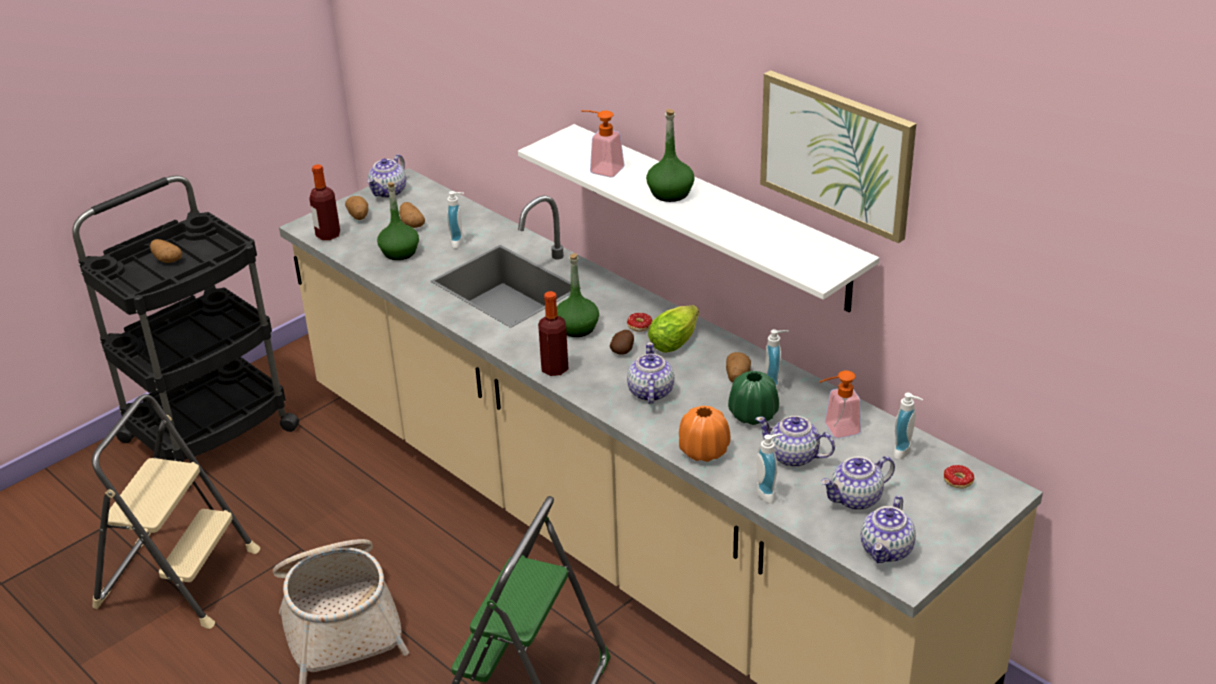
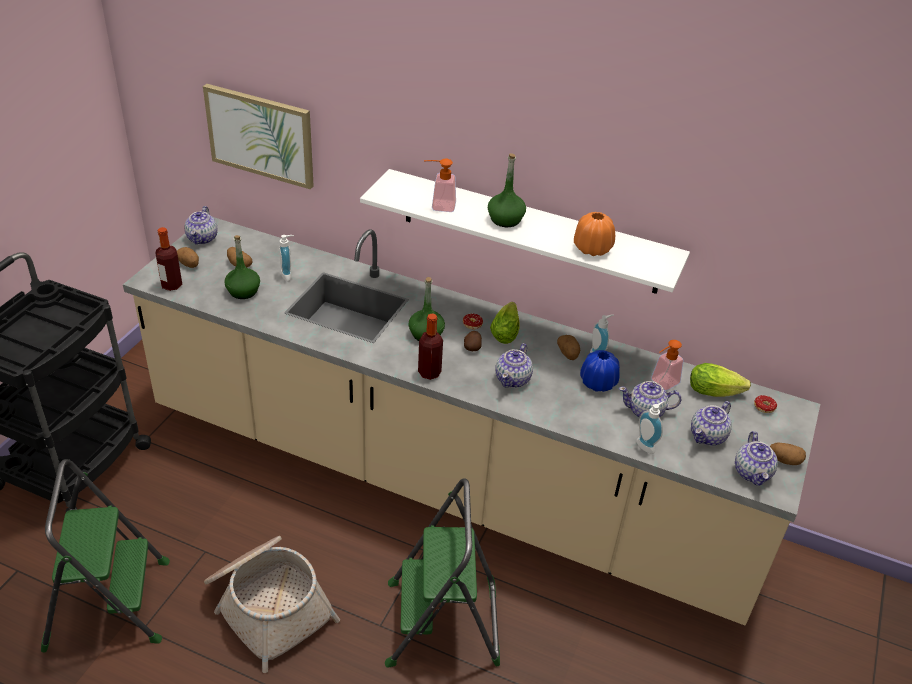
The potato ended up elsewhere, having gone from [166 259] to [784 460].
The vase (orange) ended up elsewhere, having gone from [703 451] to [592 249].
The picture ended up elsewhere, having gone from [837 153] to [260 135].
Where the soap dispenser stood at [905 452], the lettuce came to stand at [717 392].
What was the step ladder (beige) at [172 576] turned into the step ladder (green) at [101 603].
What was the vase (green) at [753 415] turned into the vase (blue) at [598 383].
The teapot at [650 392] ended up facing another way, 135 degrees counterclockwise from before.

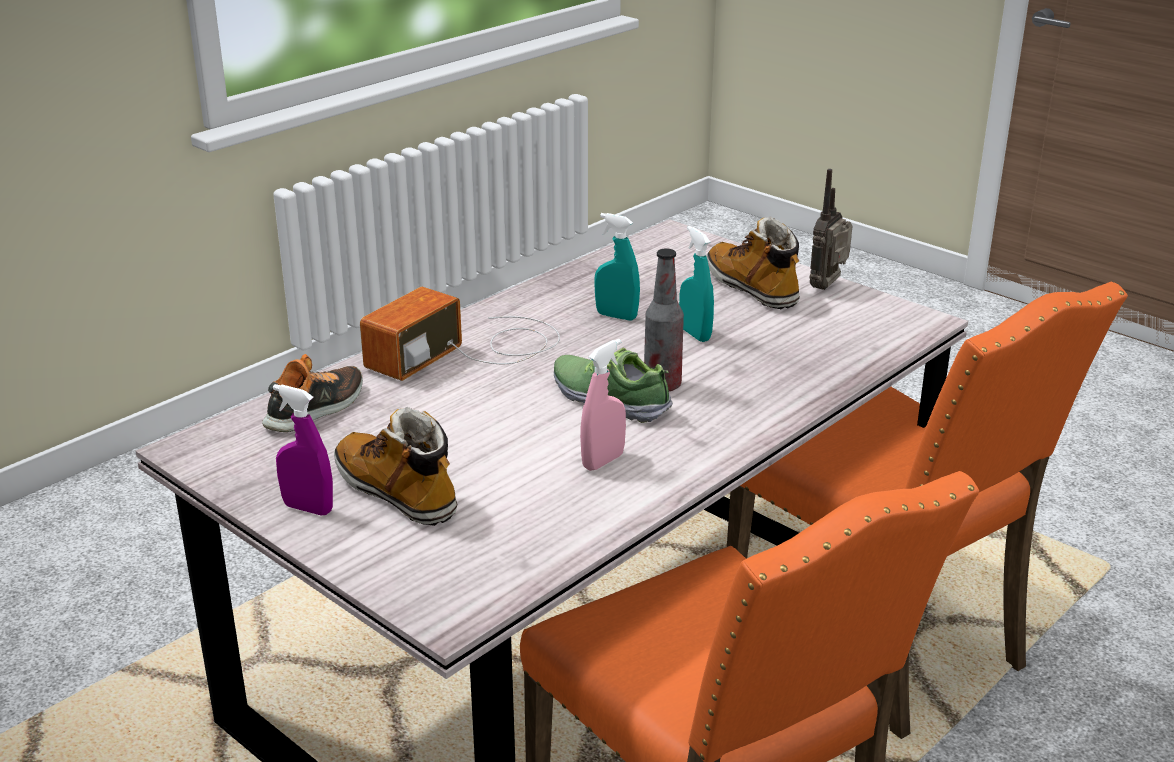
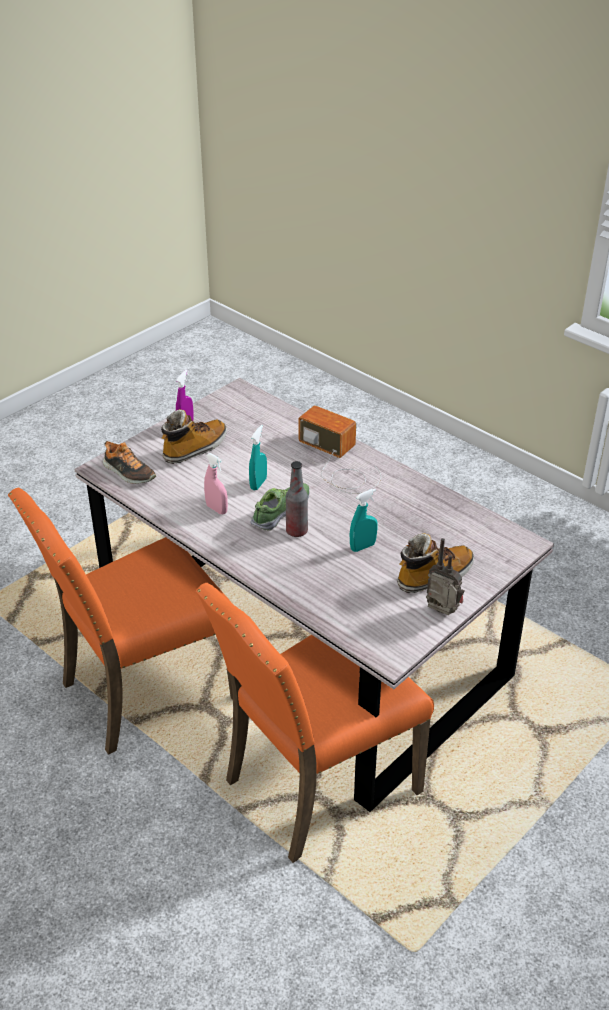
The shoe ended up elsewhere, having gone from [316 409] to [128 473].
The spray bottle (turquoise) ended up elsewhere, having gone from [616 316] to [258 484].

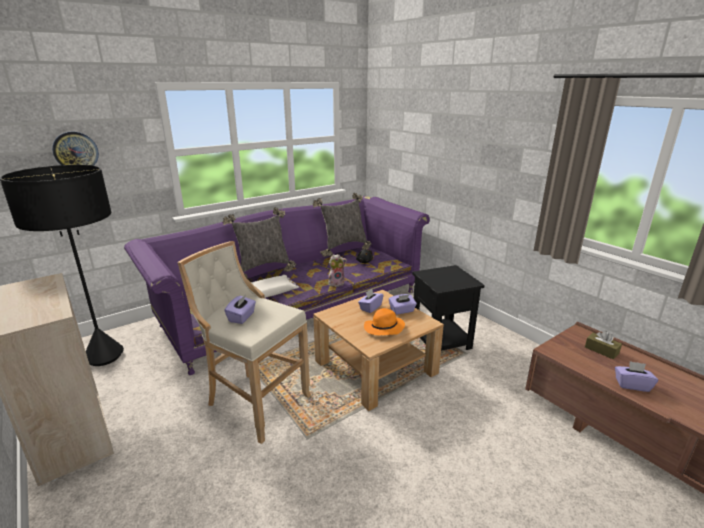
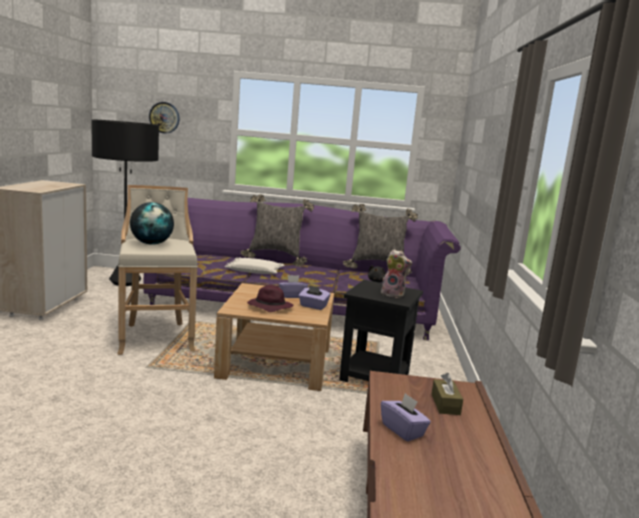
The plush toy ended up elsewhere, having gone from [336 283] to [393 294].
Where the tissue box (purple) stood at [242 317], the globe came to stand at [151 244].
What was the hat (orange) at [383 328] turned into the hat (purple) at [269 307].

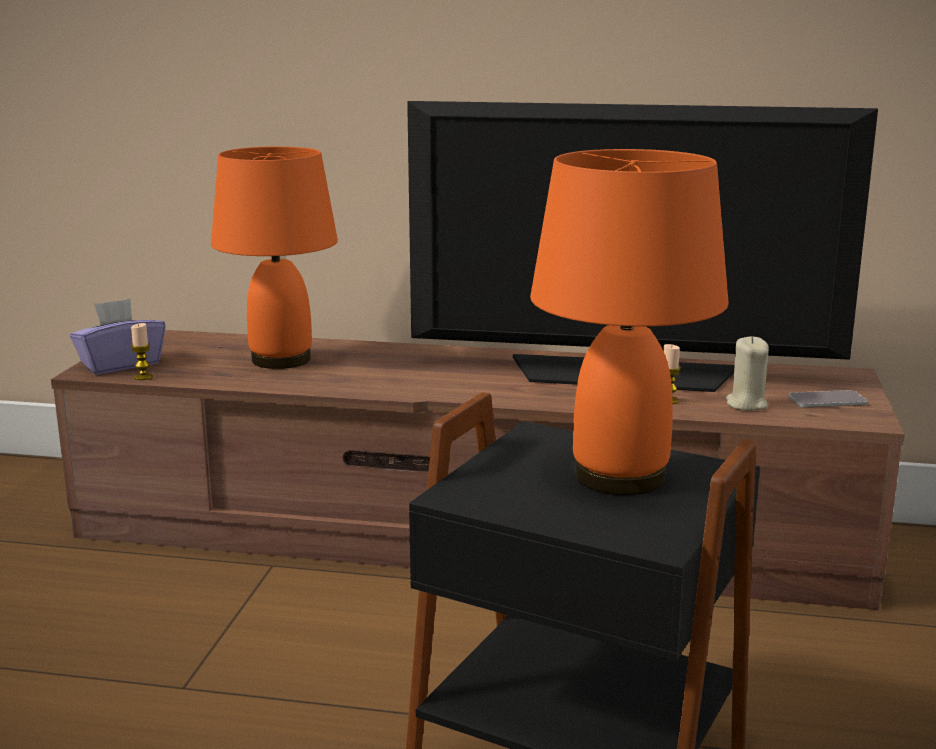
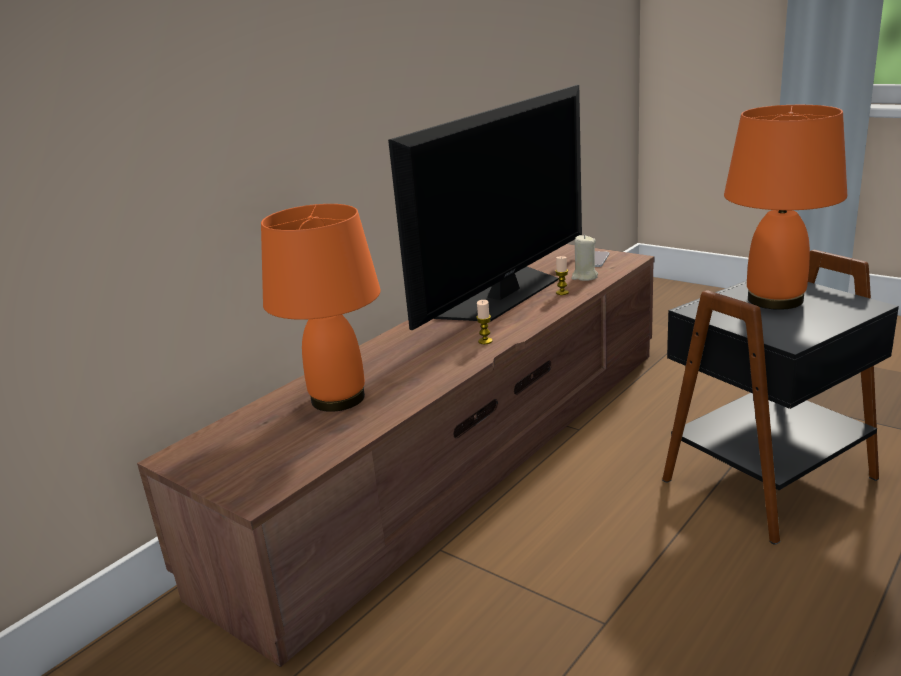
The second view lost the tissue box (purple) at [120 364].
The candle ended up elsewhere, having gone from [143 377] to [485 341].

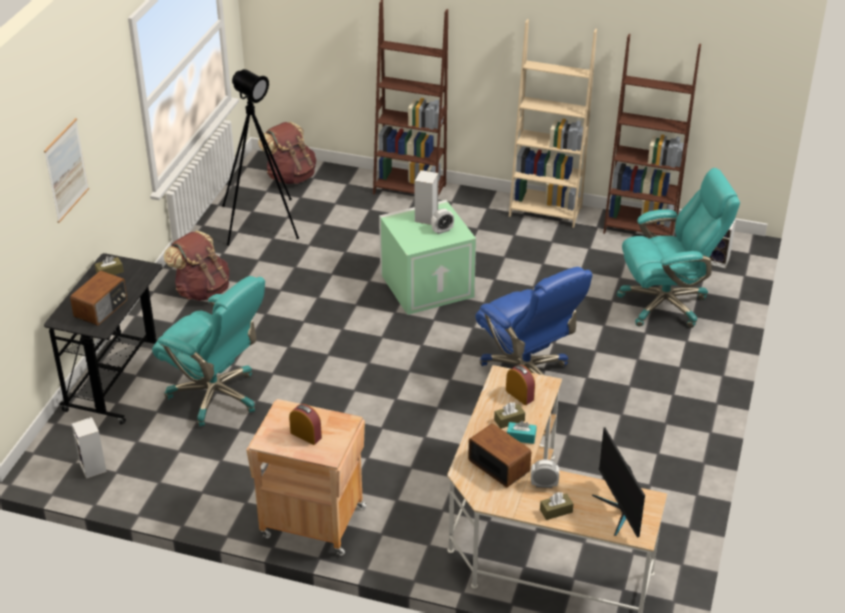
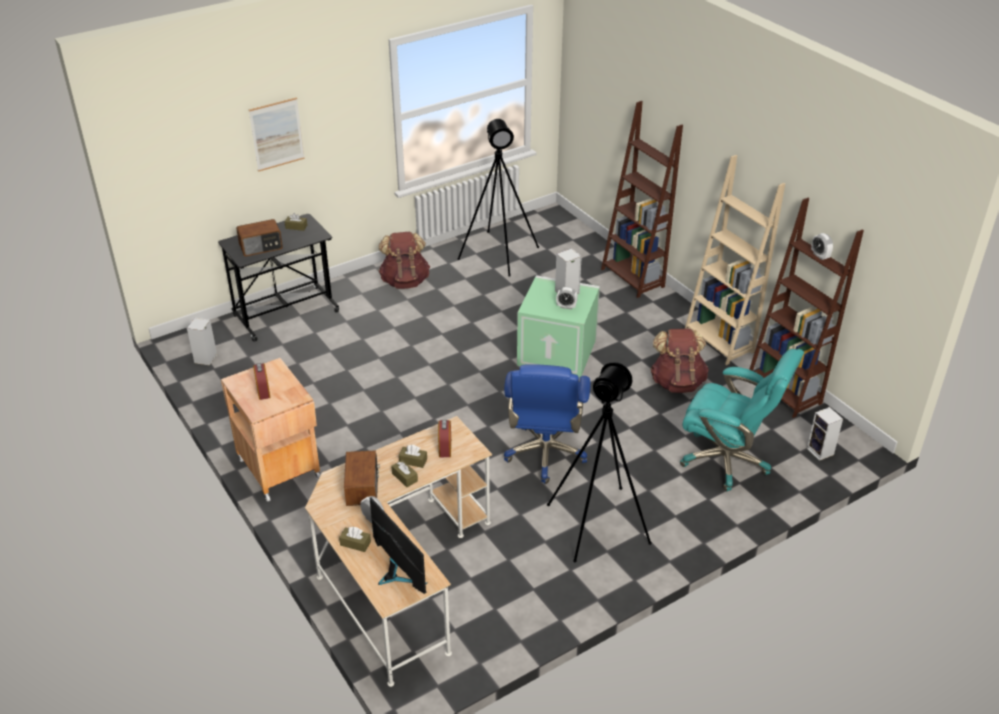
The second view lost the office chair (turquoise) at [216 398].
The second view gained the floor lamp (black) at [598 524].
The second view gained the alarm clock at [820 256].
The backpack (brown) ended up elsewhere, having gone from [290 176] to [677 382].
What was the tissue box (turquoise) at [521 437] turned into the tissue box (brown) at [404 477].
The monitor at [619 511] ended up facing another way, 120 degrees clockwise from before.

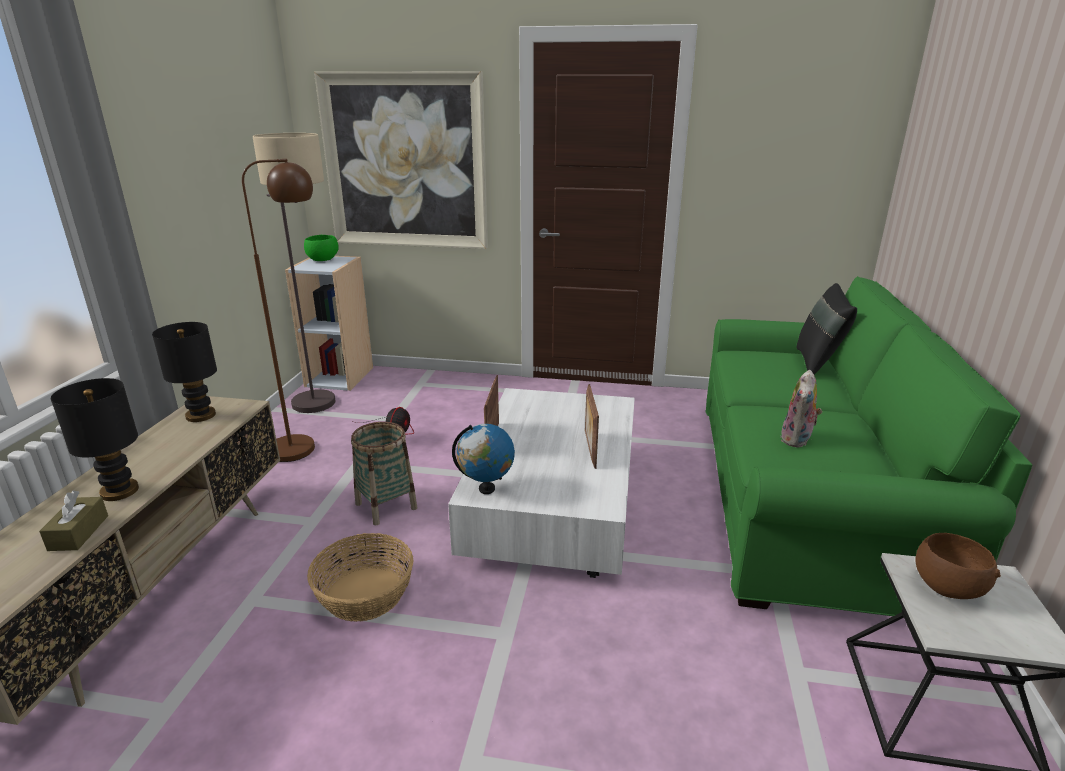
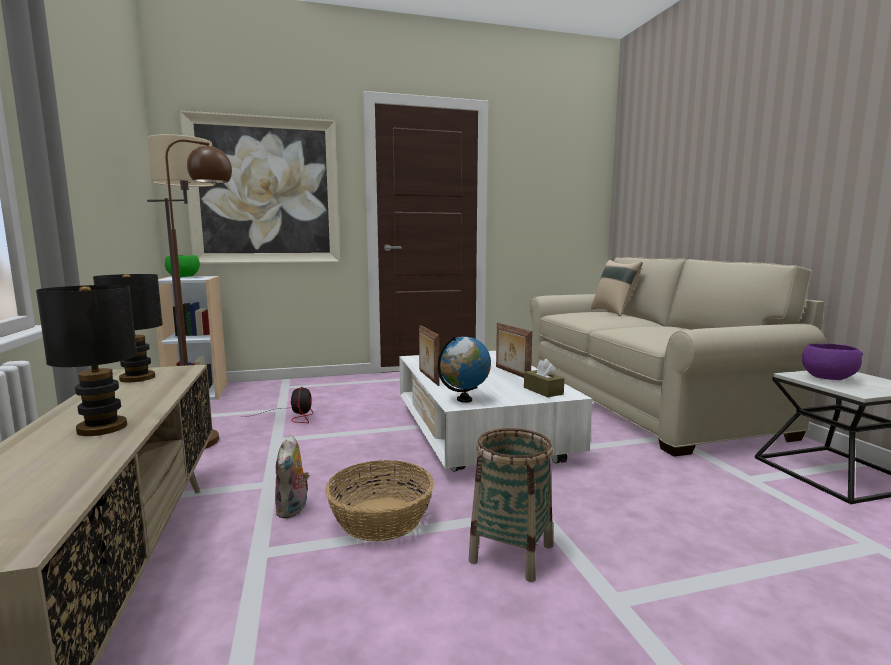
The tissue box (brown) ended up elsewhere, having gone from [78 533] to [543 391].
The basket ended up elsewhere, having gone from [386 506] to [511 553].
The plush toy ended up elsewhere, having gone from [797 440] to [293 510].
What was the sofa (green) at [804 500] turned into the sofa (beige) at [641 401].
What was the pillow (black) at [818 363] turned into the pillow (beige) at [614 312].
What was the bowl (brown) at [945 587] turned into the bowl (purple) at [827 378].

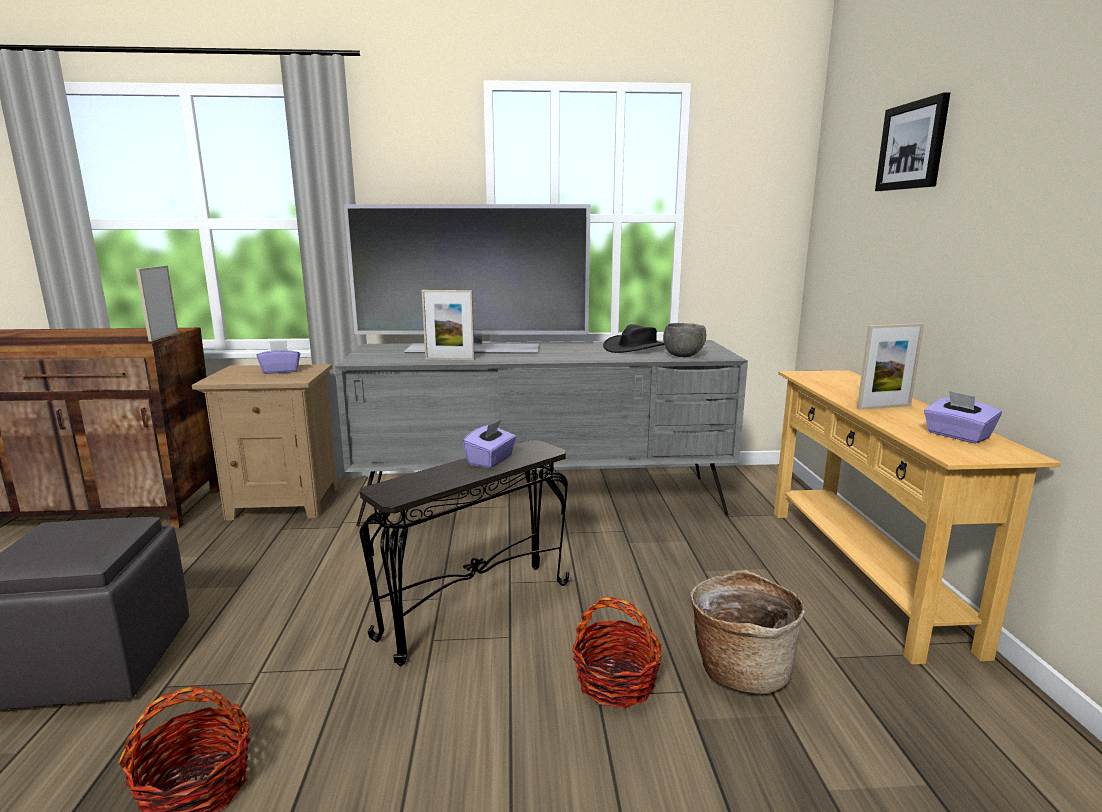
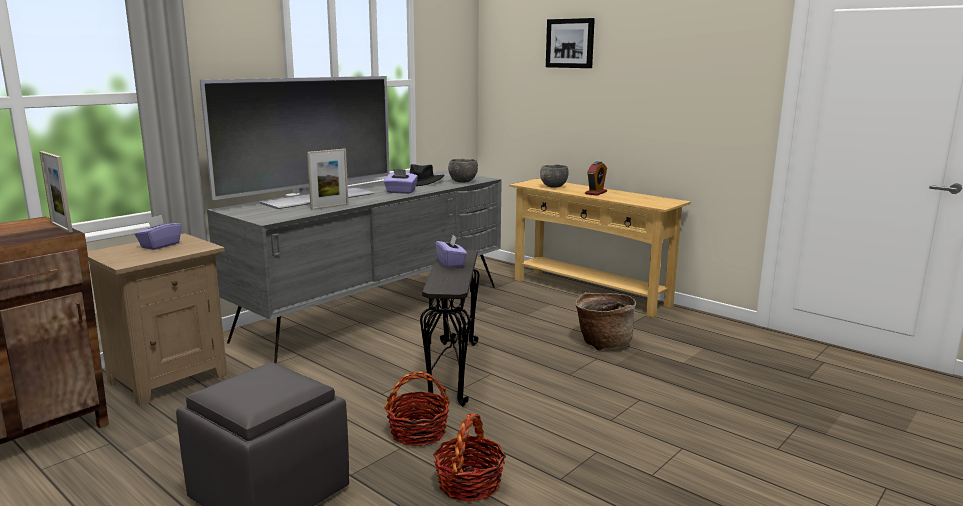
The second view gained the bowl (grey) at [553 187].
The basket ended up elsewhere, having gone from [616 682] to [418 432].
The tissue box (purple) ended up elsewhere, having gone from [957 436] to [400 192].
Where the picture frame stood at [884 407], the alarm clock came to stand at [596 193].

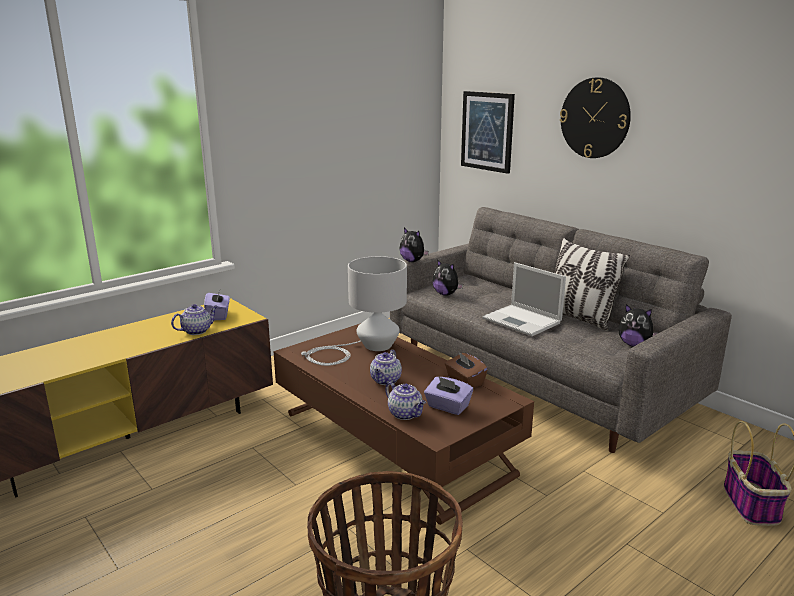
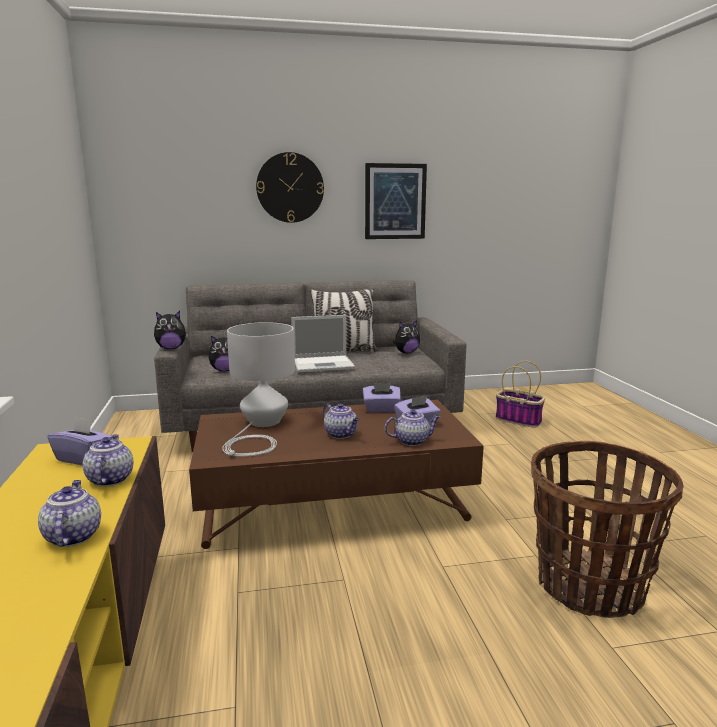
The second view gained the teapot at [72 536].
The picture ended up elsewhere, having gone from [487 131] to [395 201].
What was the tissue box (brown) at [465 381] turned into the tissue box (purple) at [381 409].

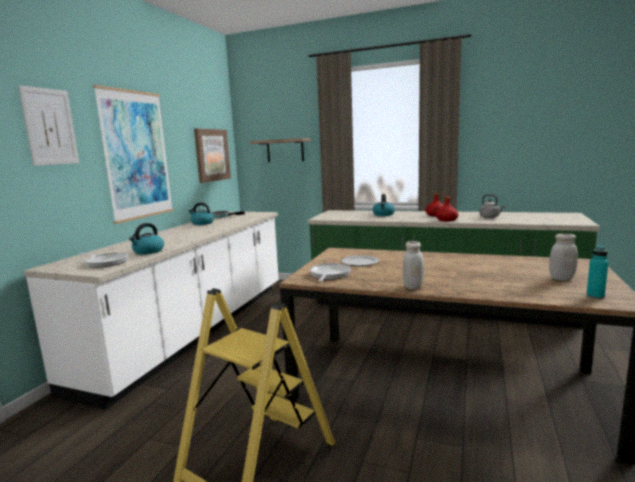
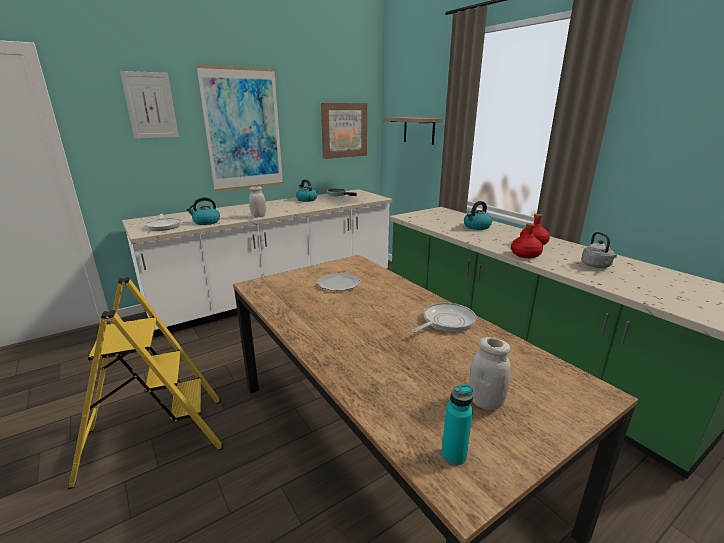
The frying pan ended up elsewhere, having gone from [329 275] to [446 322].
The jar (white) ended up elsewhere, having gone from [413 286] to [258 216].

